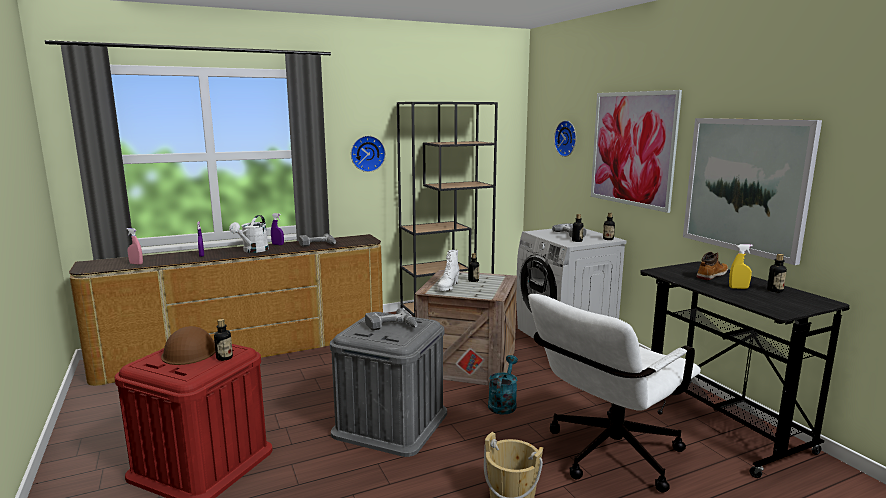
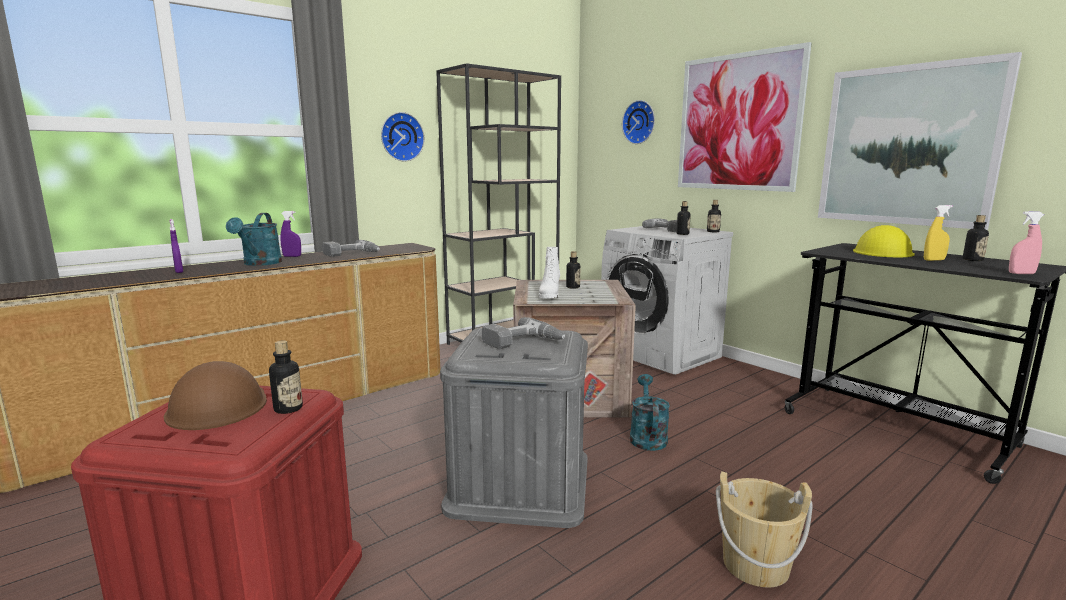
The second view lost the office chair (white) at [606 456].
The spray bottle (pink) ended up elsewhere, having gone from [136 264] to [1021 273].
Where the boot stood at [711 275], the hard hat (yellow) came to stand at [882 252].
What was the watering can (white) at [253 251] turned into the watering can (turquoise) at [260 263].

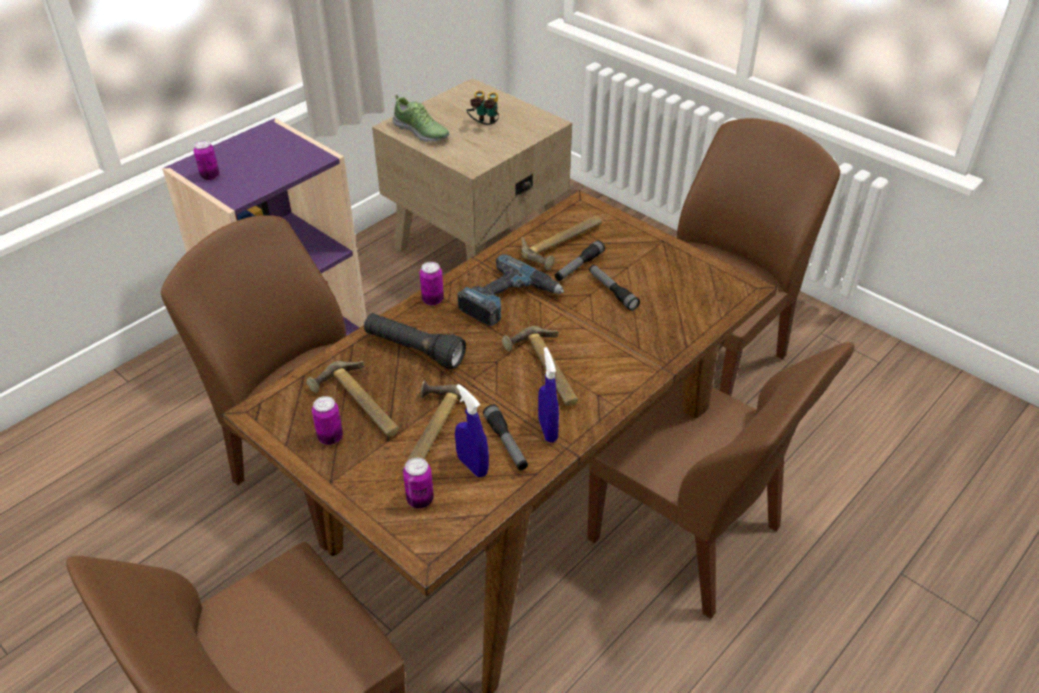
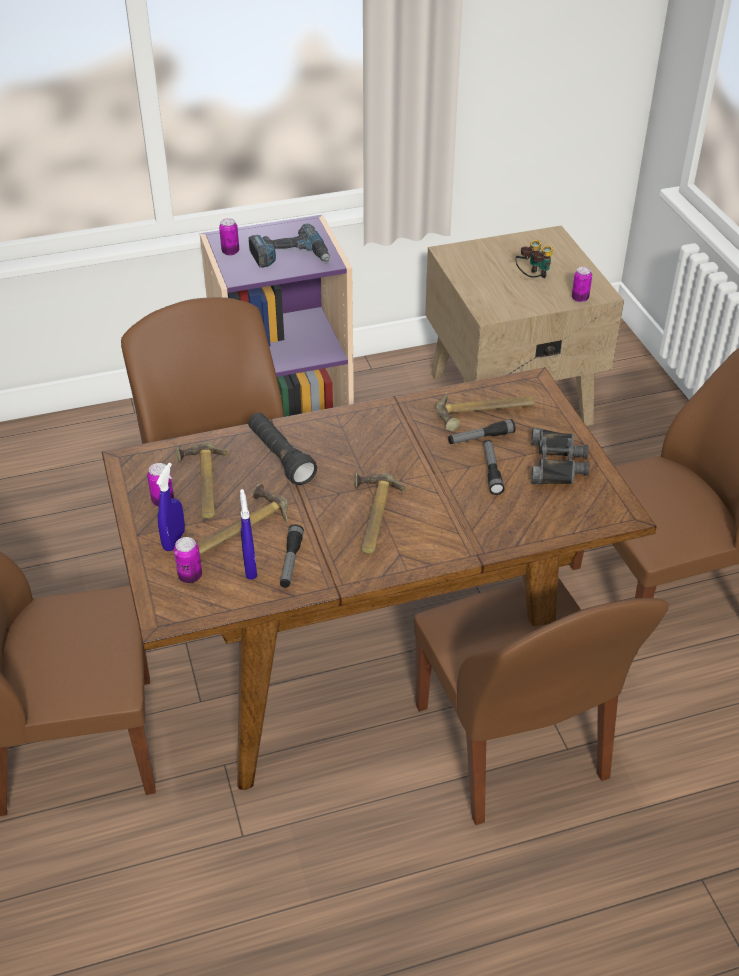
The second view lost the shoe at [421 132].
The second view gained the binoculars (black) at [557 464].
The can ended up elsewhere, having gone from [433 300] to [580 298].
The power drill ended up elsewhere, having gone from [509 300] to [290 256].
The spray bottle (blue) ended up elsewhere, having gone from [547 430] to [174 540].

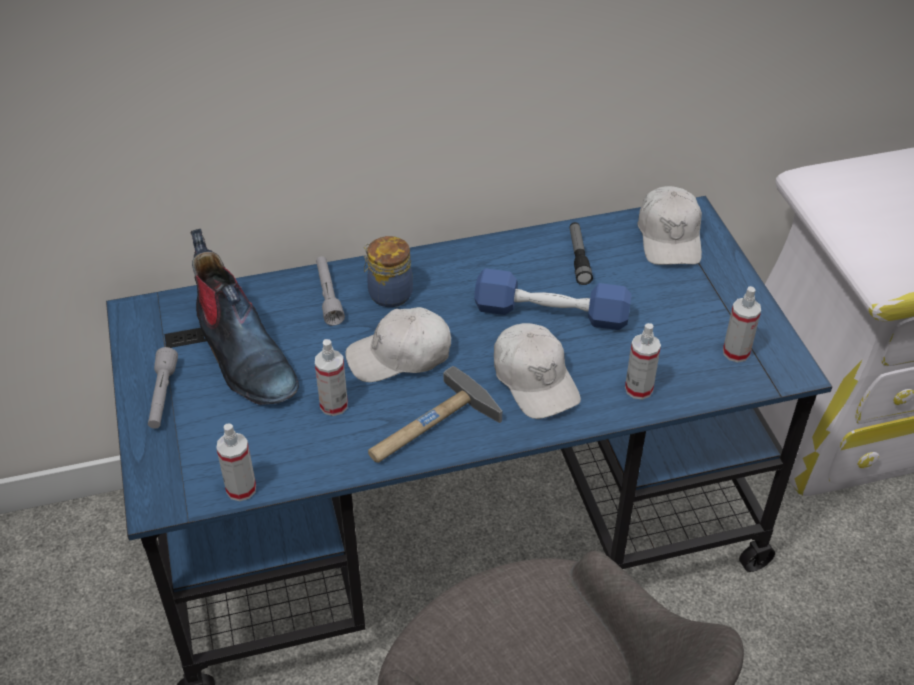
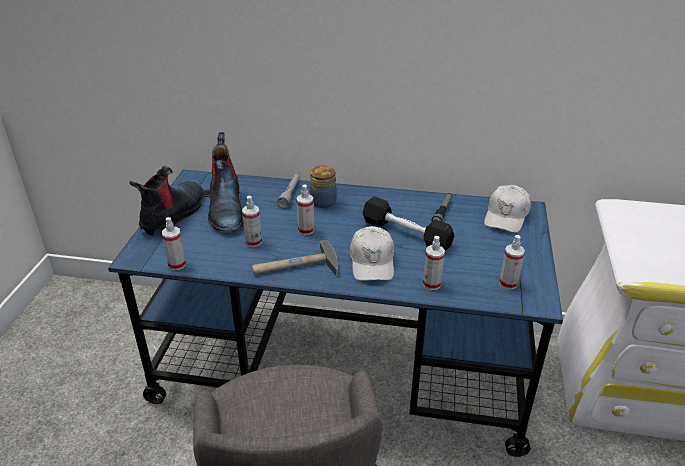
Where the flashlight (grey) stood at [162 396], the boot came to stand at [174 214].
Where the cap (white) stood at [400 356], the spray bottle came to stand at [306 230].
What was the dumbbell (blue) at [551 313] turned into the dumbbell (black) at [406 233].

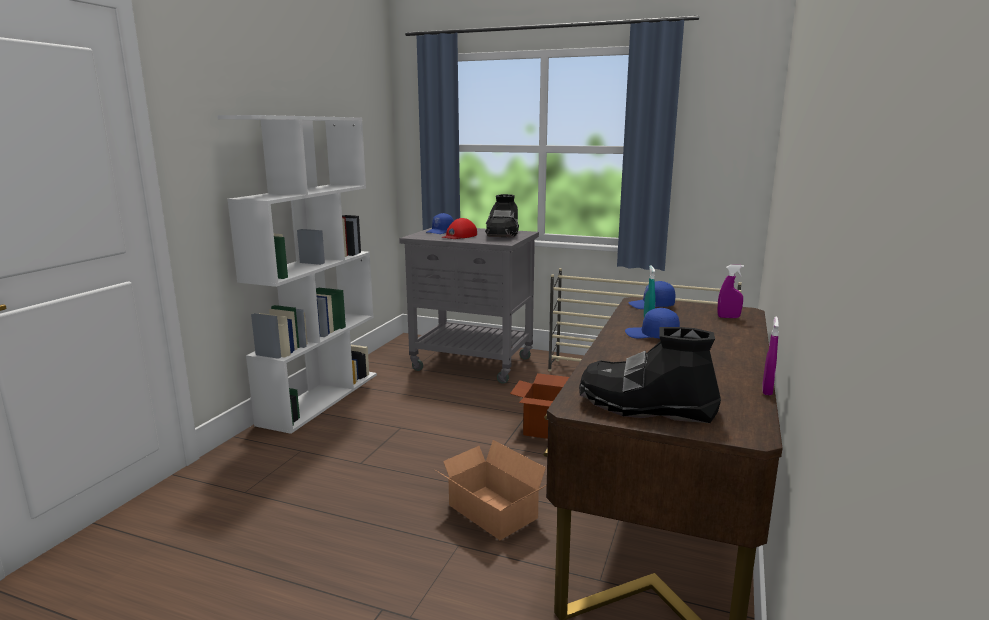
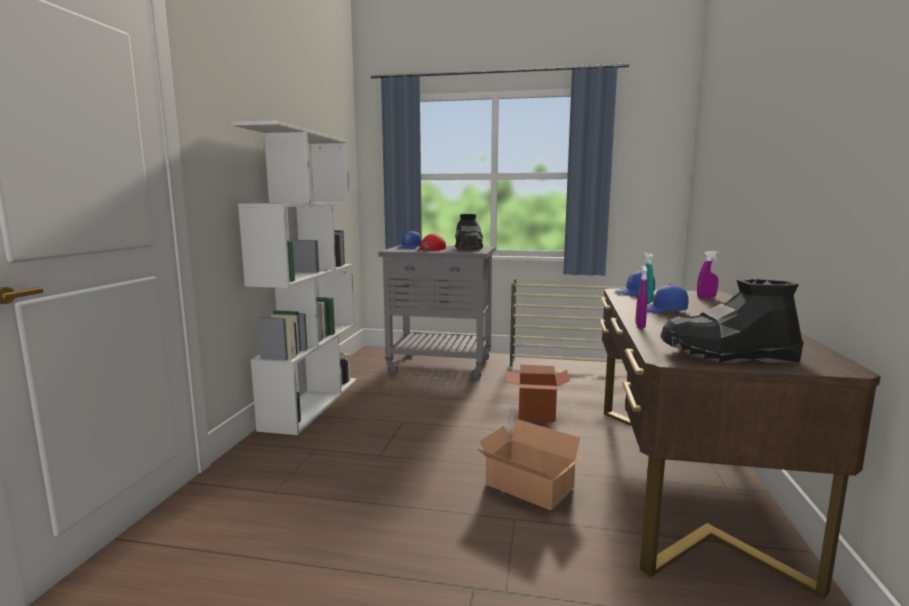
The spray bottle (purple) ended up elsewhere, having gone from [767 390] to [640 326].

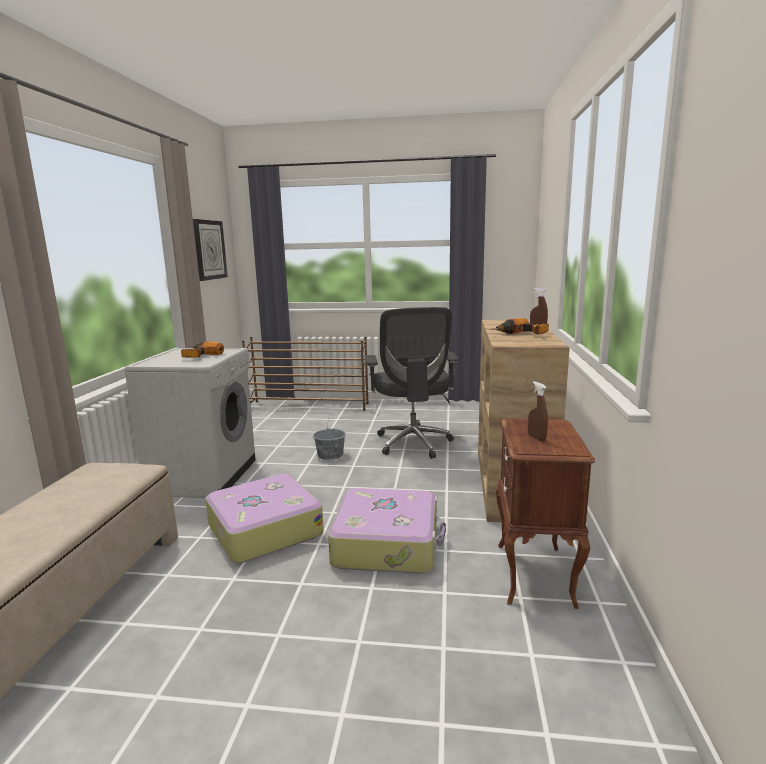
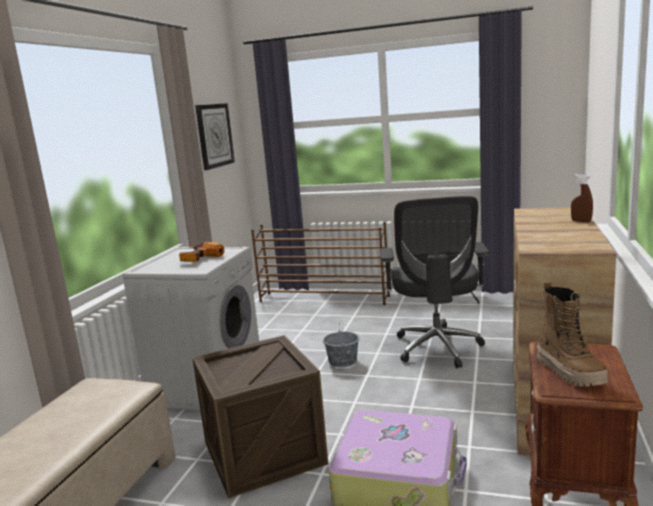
The second view lost the power drill at [521 335].
Where the suitcase stood at [263 529], the crate came to stand at [264 453].
Where the spray bottle (brown) stood at [536 438], the boot came to stand at [570 372].

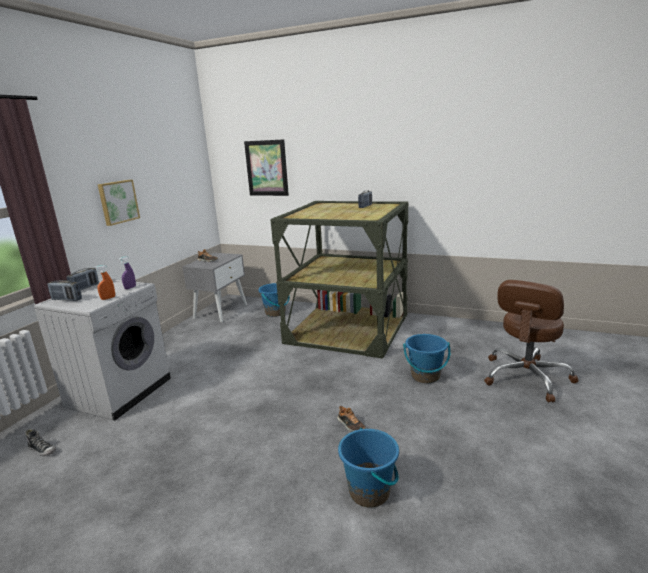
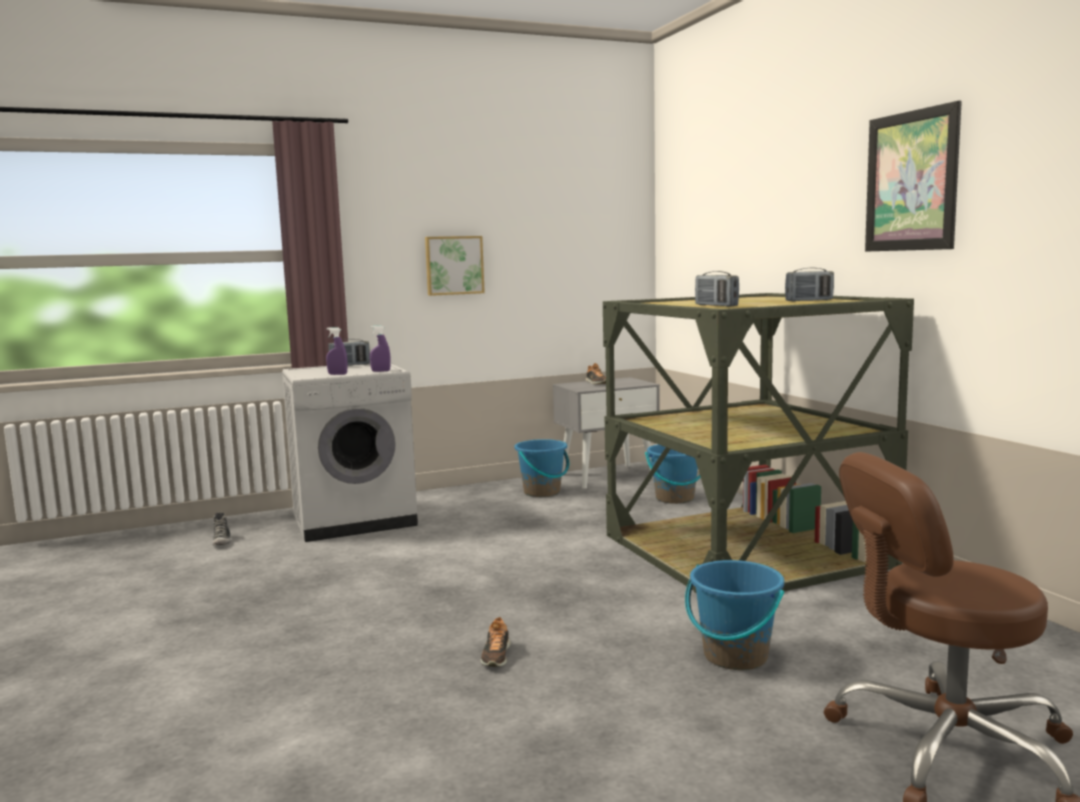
The radio ended up elsewhere, having gone from [67 299] to [716 306].
The picture ended up elsewhere, having gone from [266 168] to [911 181].
The bucket (blue) ended up elsewhere, having gone from [369 492] to [542 492].
What was the spray bottle (orange) at [108 298] turned into the spray bottle (purple) at [337 374].

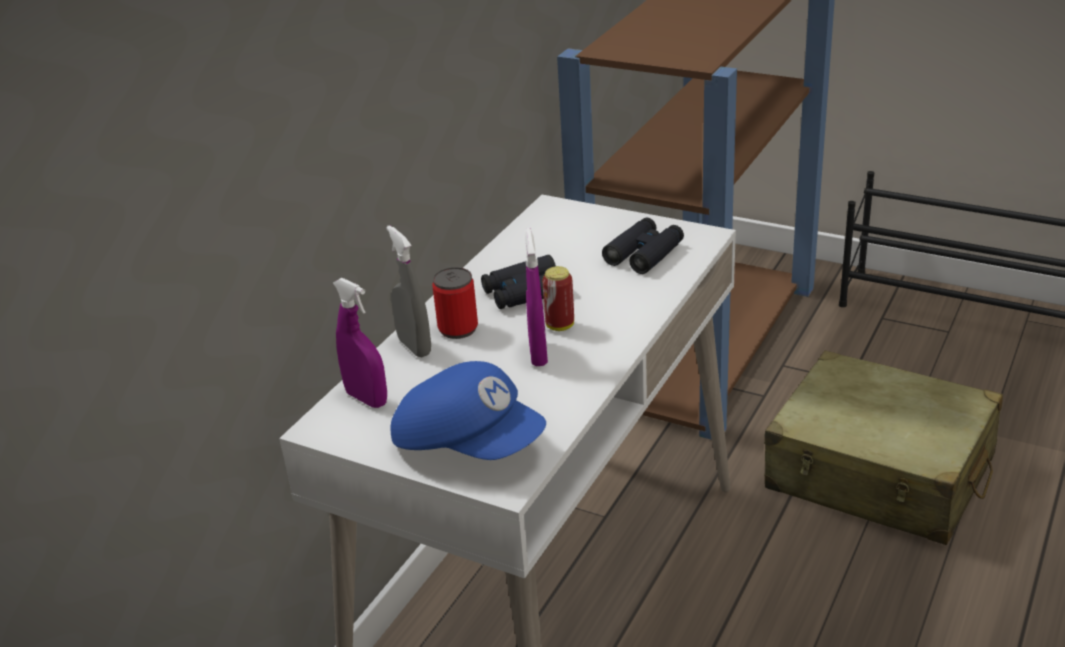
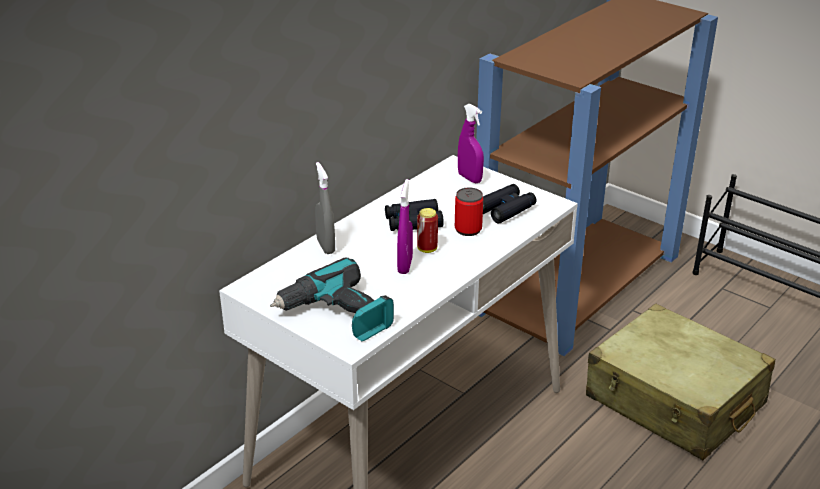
The spray bottle (purple) ended up elsewhere, having gone from [367 399] to [469 178].
The can ended up elsewhere, having gone from [458 329] to [468 229].
Where the cap (blue) stood at [469 443], the power drill came to stand at [337 316].

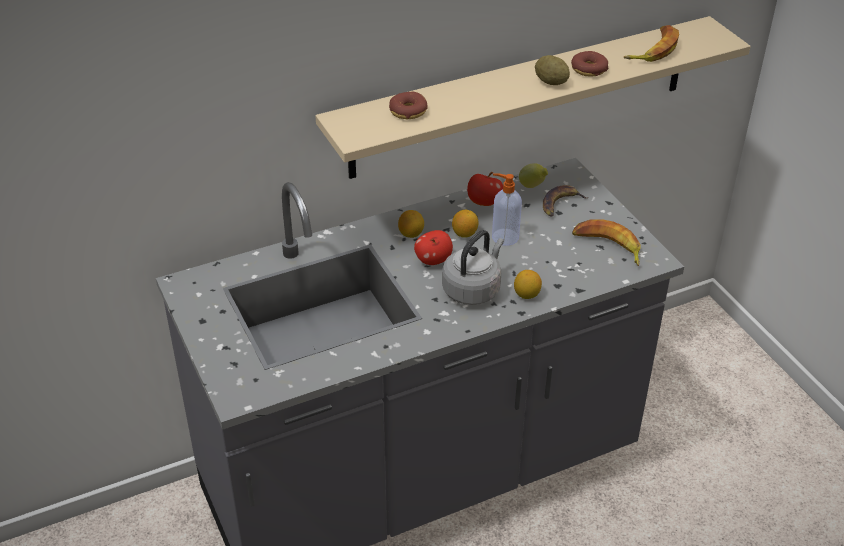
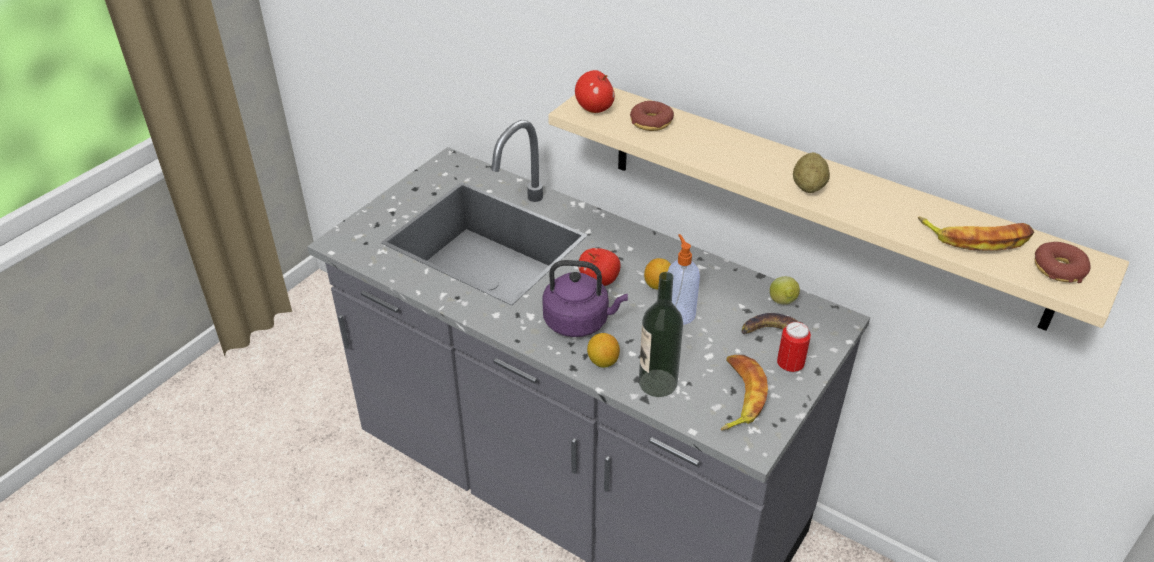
The second view lost the lemon at [411 234].
The second view gained the bottle at [657 383].
The second view gained the can at [790 366].
The apple ended up elsewhere, having gone from [483 202] to [594 109].
The donut ended up elsewhere, having gone from [588 69] to [1058 269].
What was the kettle (grey) at [473 289] turned into the kettle (purple) at [579 322].

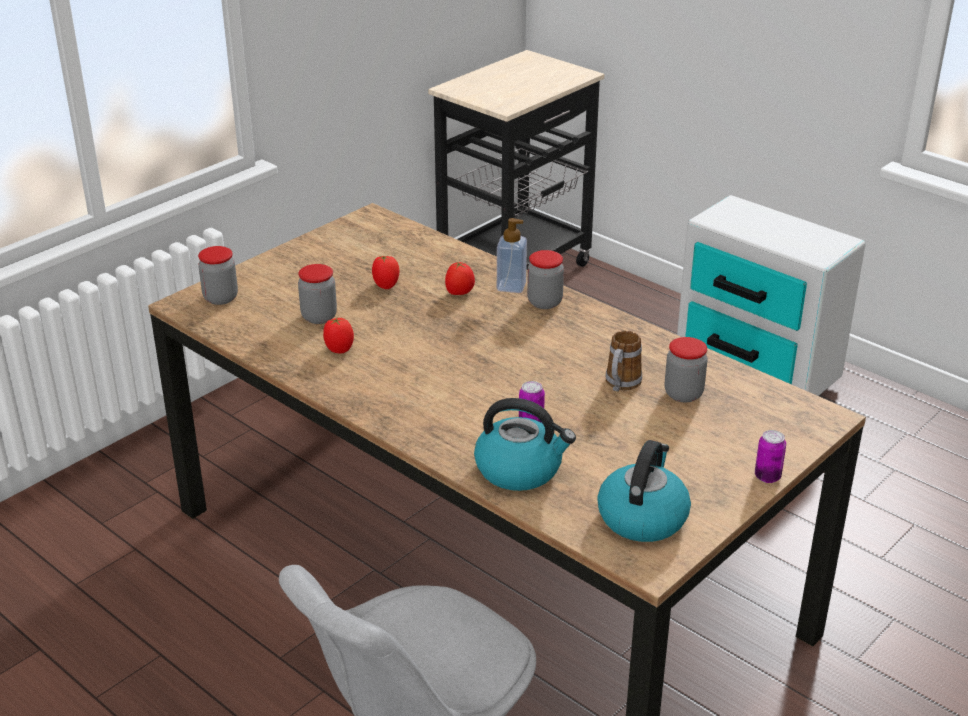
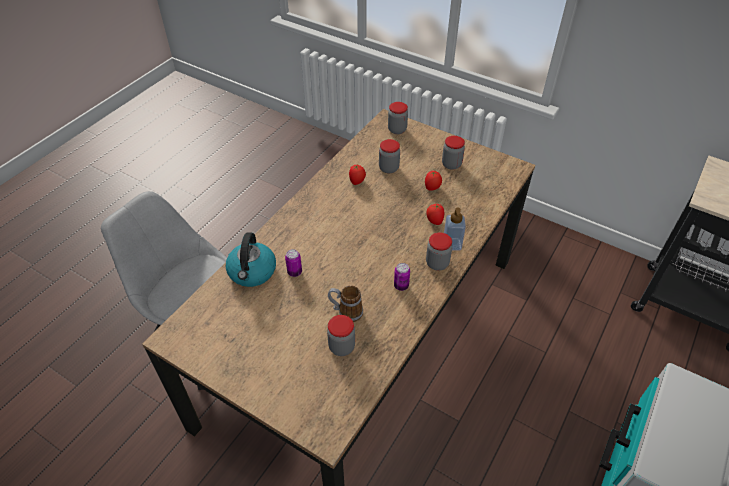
The second view lost the kettle at [642 517].
The second view gained the jar at [451 164].
The can ended up elsewhere, having gone from [767 477] to [401 286].

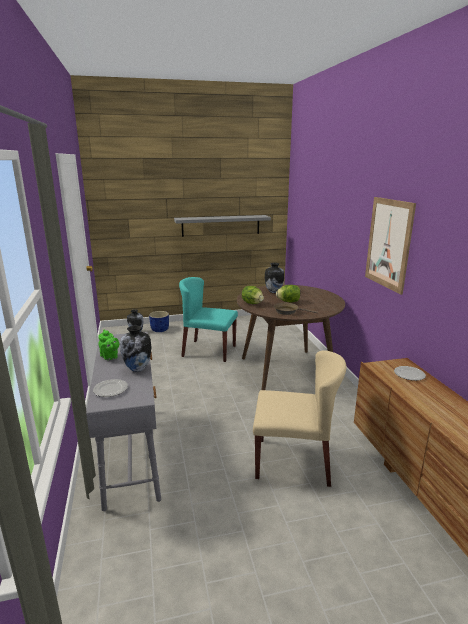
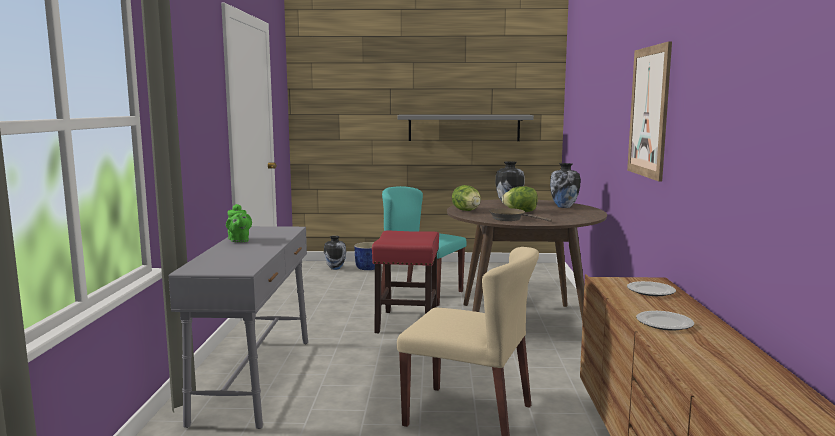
The second view gained the stool (red) at [407 322].
The plate ended up elsewhere, having gone from [110 390] to [663 323].
The vase ended up elsewhere, having gone from [138 369] to [564 207].

